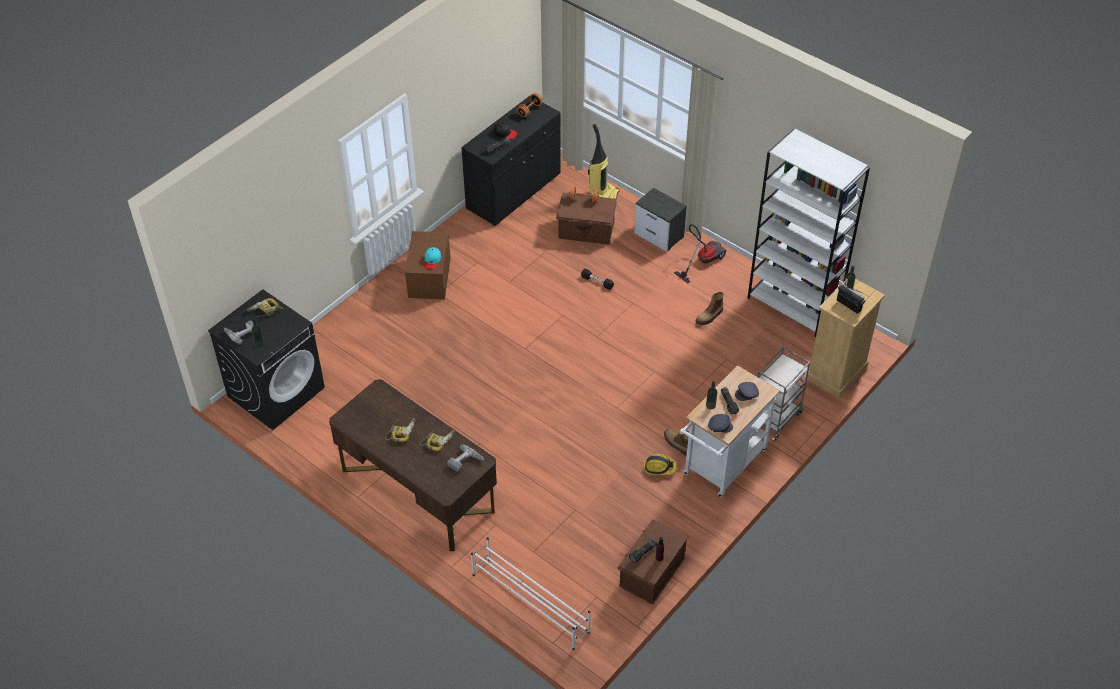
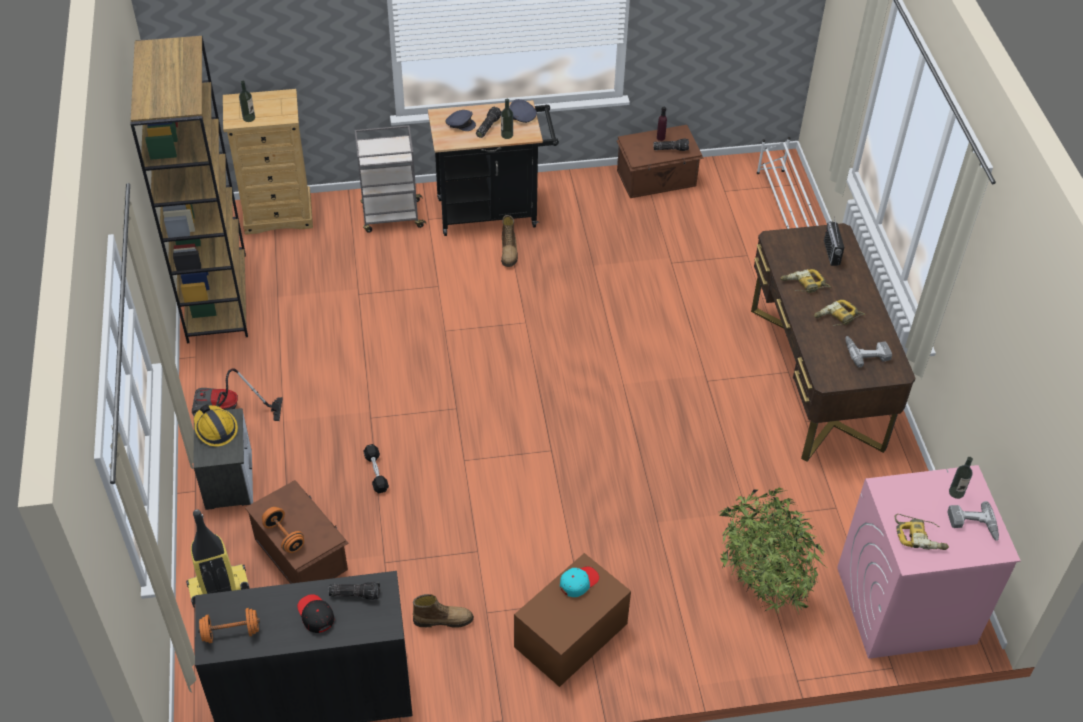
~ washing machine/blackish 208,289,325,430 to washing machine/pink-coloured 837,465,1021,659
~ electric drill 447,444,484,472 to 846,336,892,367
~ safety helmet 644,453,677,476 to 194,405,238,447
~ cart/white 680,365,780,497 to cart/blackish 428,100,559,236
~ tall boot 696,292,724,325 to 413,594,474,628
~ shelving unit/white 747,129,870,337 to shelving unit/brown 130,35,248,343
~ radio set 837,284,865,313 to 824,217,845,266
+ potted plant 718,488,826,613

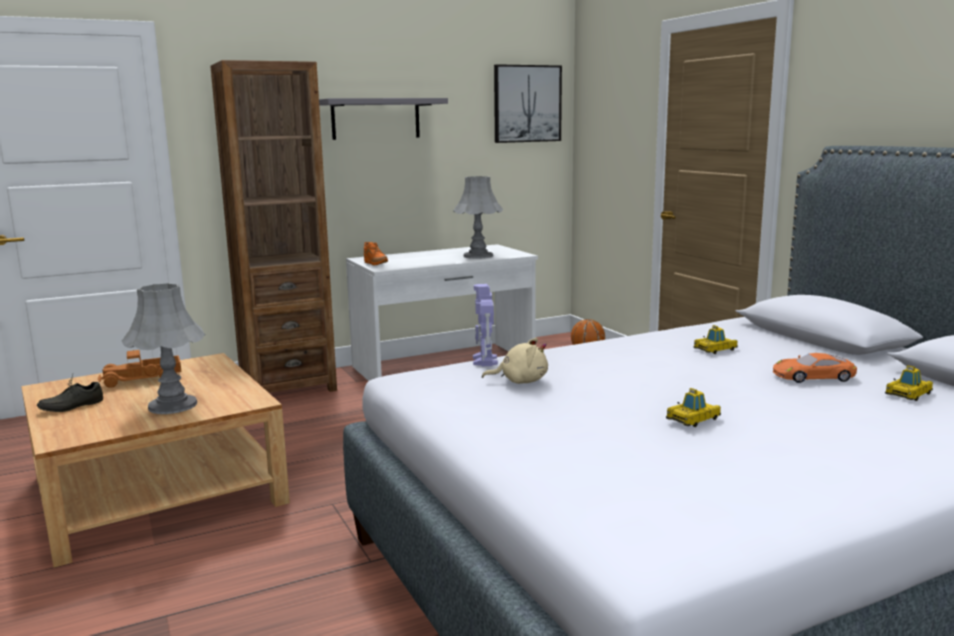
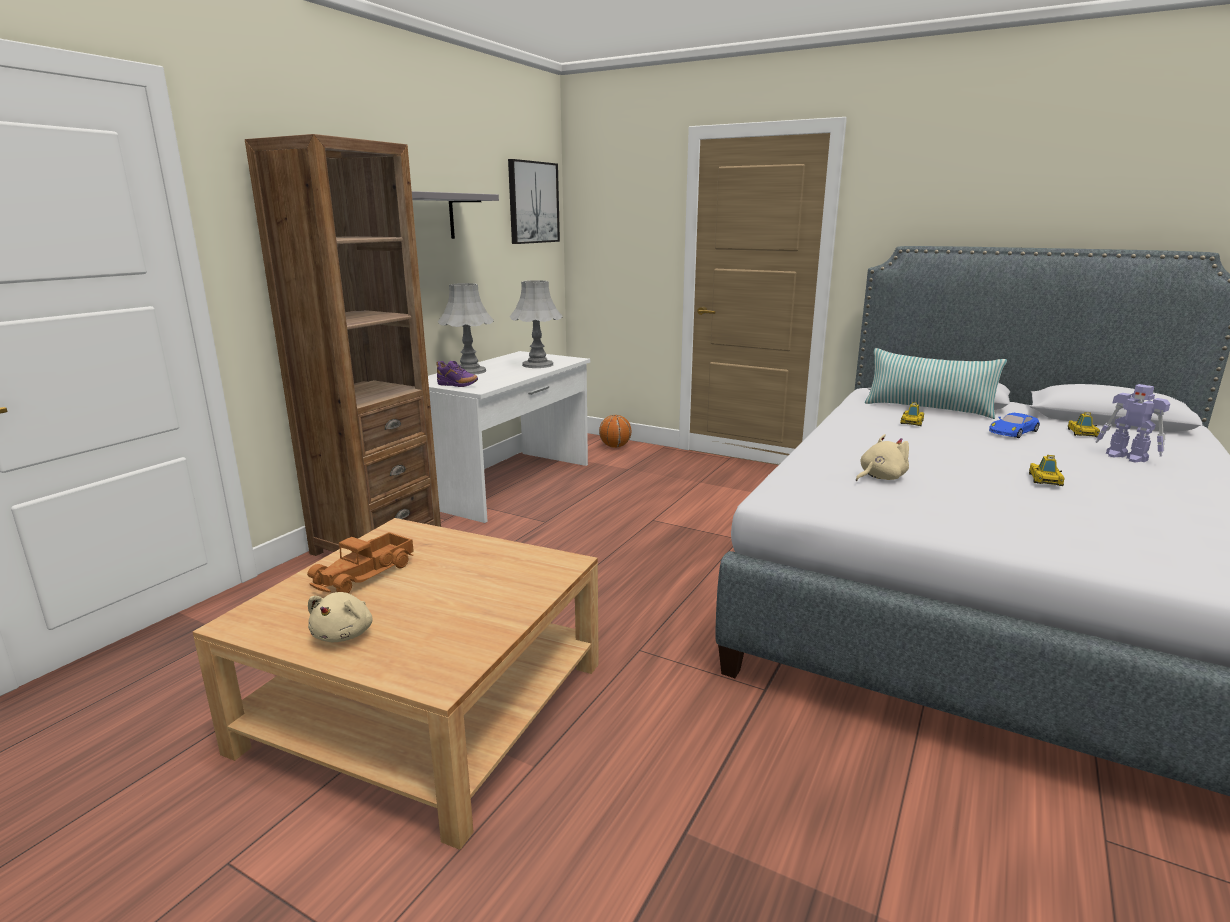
~ item of footwear/grey 37,375,103,412 to plush toy/beige 308,592,373,642
~ lamp for a table/grey 122,283,205,414 to 438,283,494,375
~ item of footwear/orangey 364,242,388,265 to item of footwear/purple-coloured 436,361,478,387
~ toy robot 473,284,498,366 to 1095,384,1170,462
~ toy car/orangey 773,353,857,383 to toy car/blue 989,413,1040,438
+ pillow 865,348,1007,419

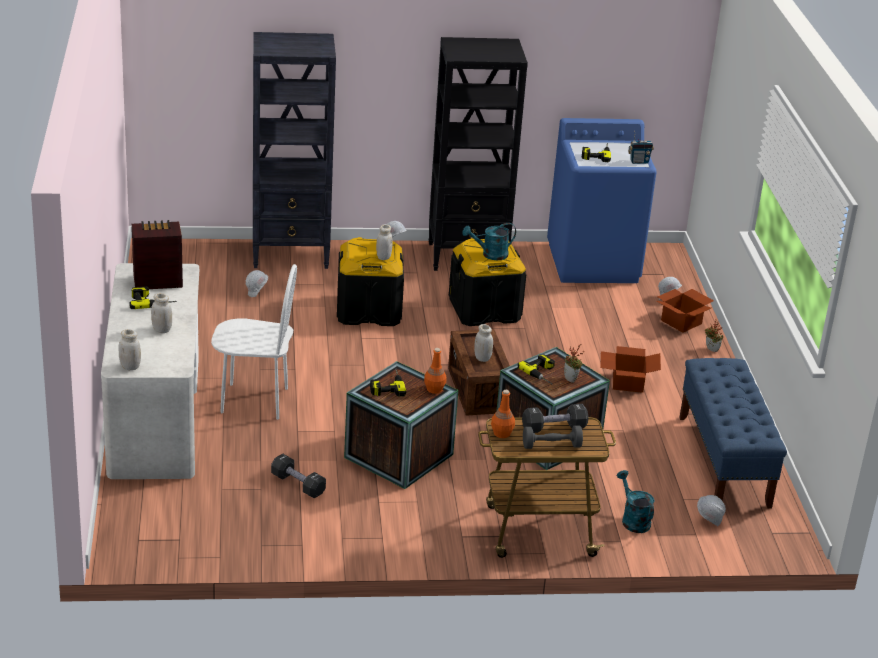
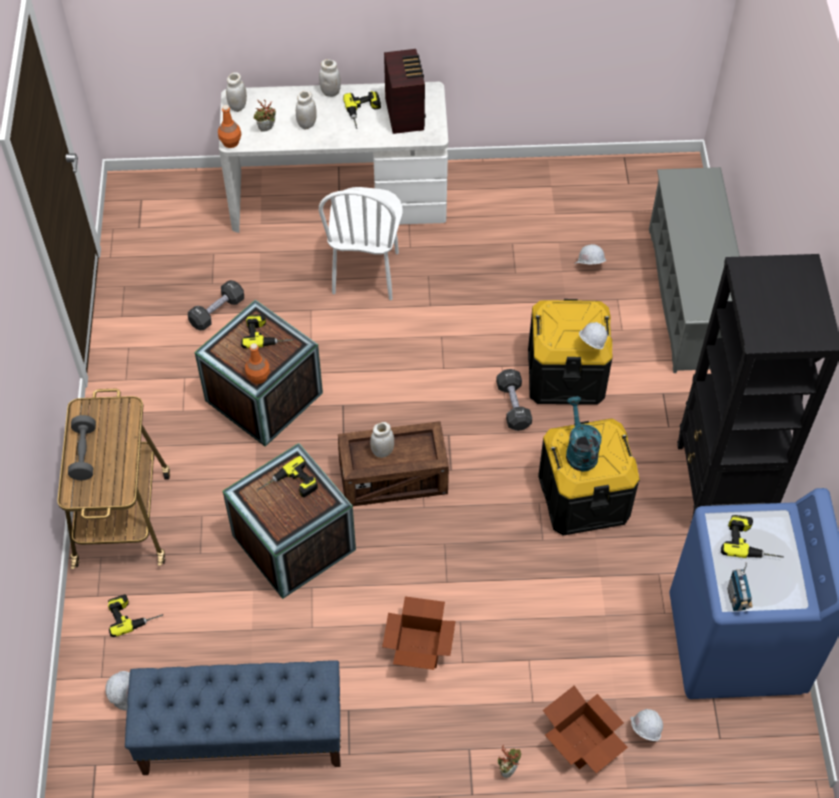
~ shelving unit/blackish 253,32,336,269 to shoe rack/grey 649,167,740,373
~ jar/white 376,224,392,260 to 319,59,341,97
~ beverage bottle/orangey 491,390,515,438 to 218,105,241,148
~ free weight/blackish 522,404,589,433 to 496,369,532,431
~ potted plant 564,344,584,382 to 254,100,276,132
~ sprinkling can/turquoise 617,470,655,533 to electric drill 108,594,163,637

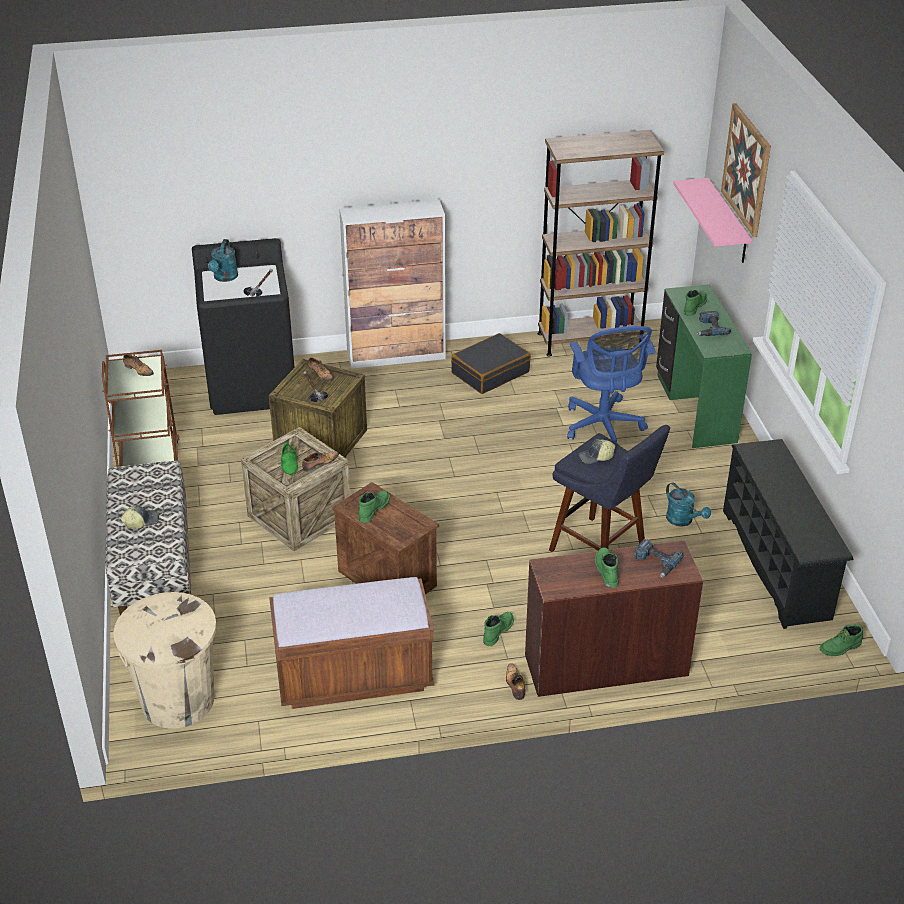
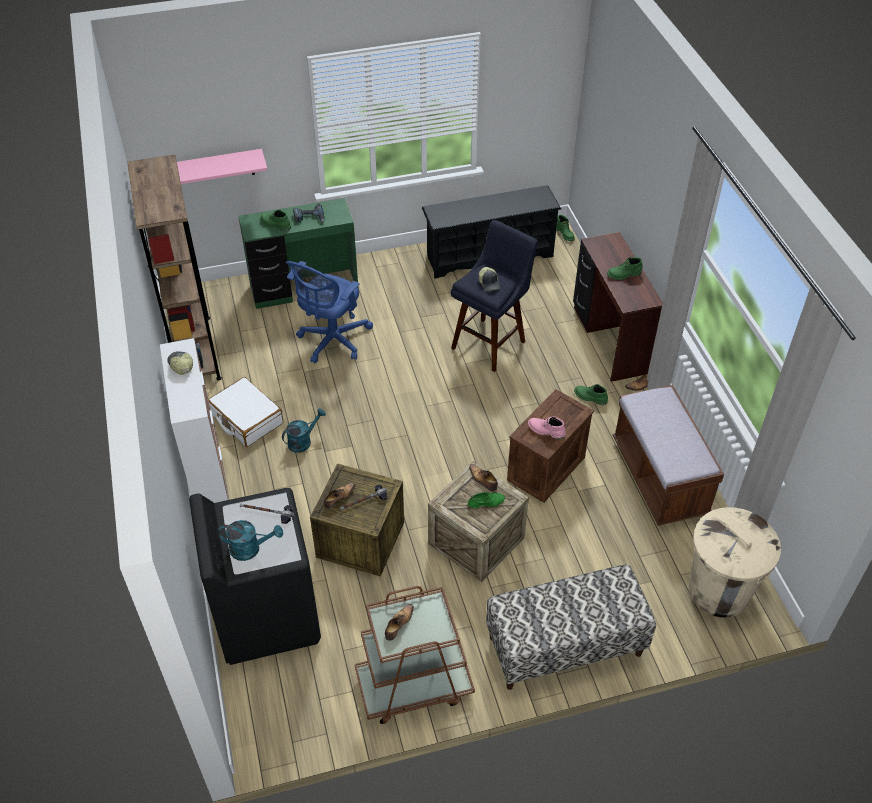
~ peaked cap 121,505,159,529 to 167,351,193,375
~ tall boot/green 358,490,390,523 to tall boot/pink-coloured 528,416,566,439
~ suitcase/blackish 451,333,531,394 to suitcase/white 209,377,283,447
~ desk chair/blue 567,326,656,445 = 286,261,373,363 135 degrees clockwise
- electric drill 633,539,683,578
~ sprinkling can/turquoise 666,482,711,527 to 282,408,326,453
- picture 721,103,771,237

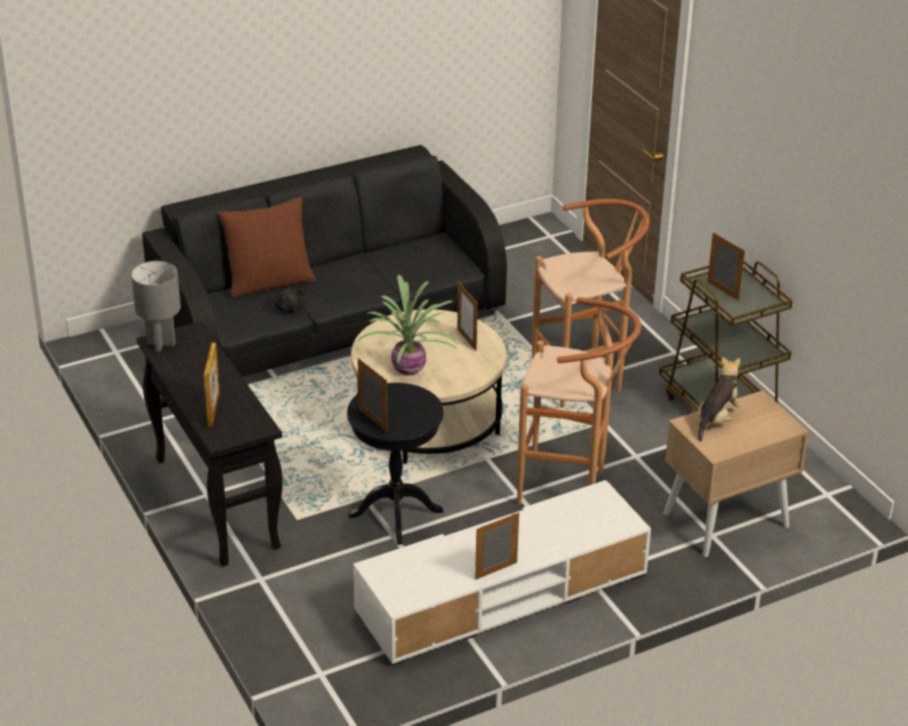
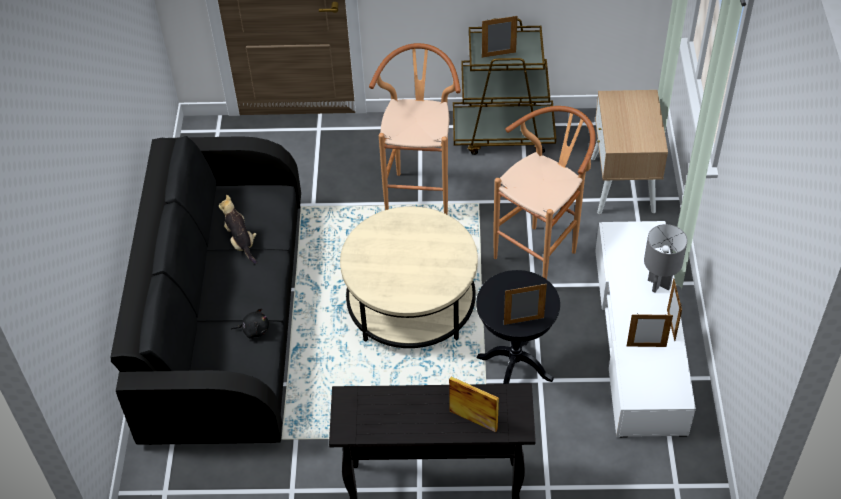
~ lamp for a table/grey 131,261,181,352 to 644,224,687,292
- pillow/brown 218,197,316,298
- potted plant 358,275,458,375
~ standing frame 457,281,478,351 to 627,314,673,347
~ plush toy 698,357,742,442 to 219,195,257,264

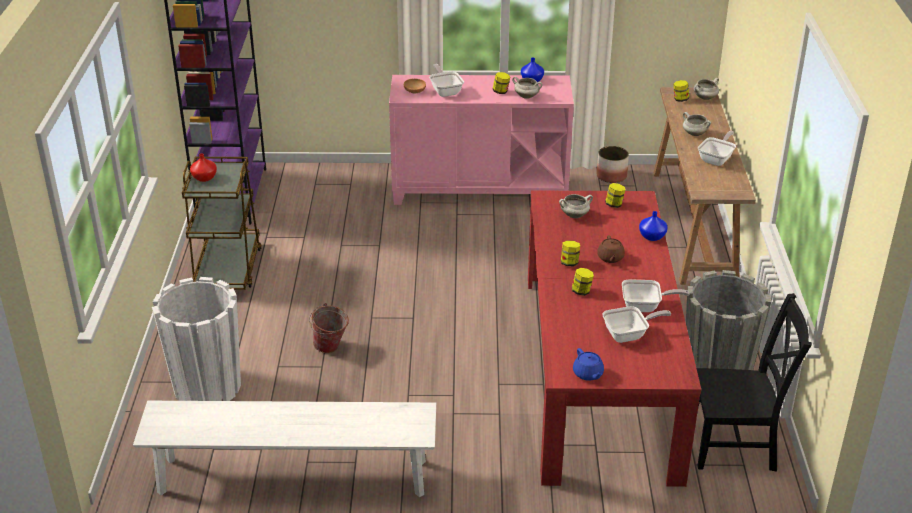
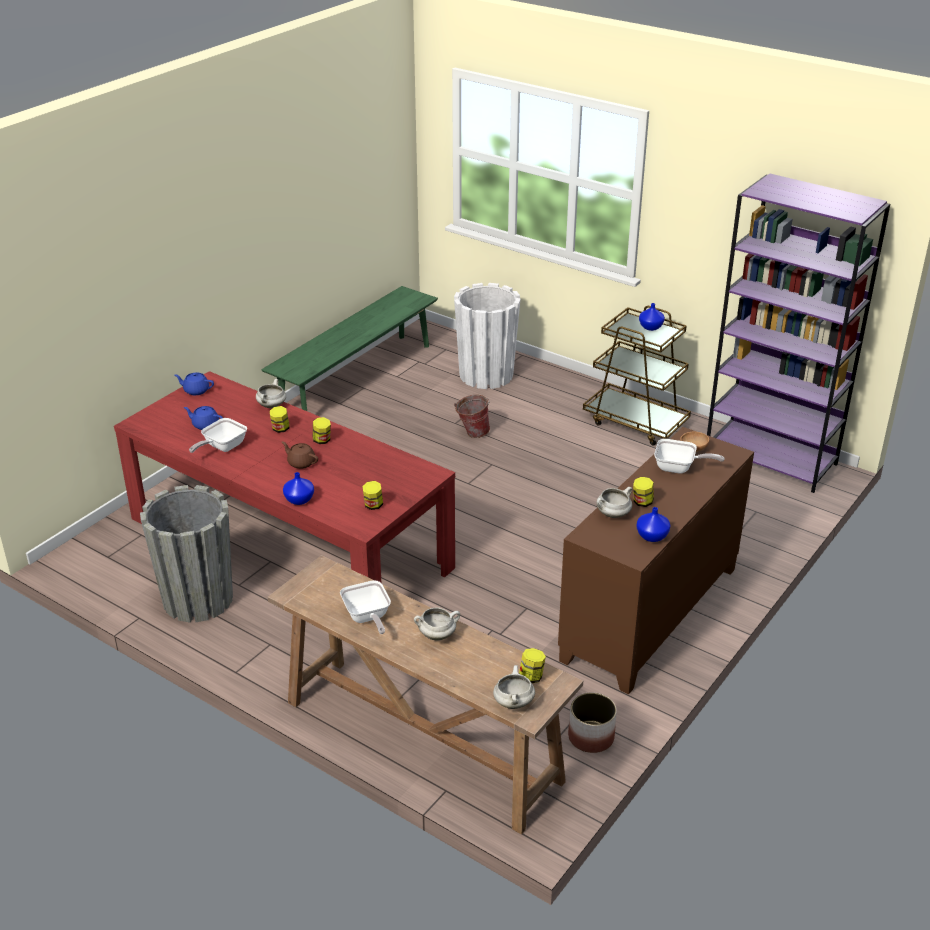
~ indoor bench/white 133,401,436,497 to indoor bench/green 261,286,438,411
~ flower vase/reddish 190,153,217,182 to flower vase/blue 639,303,665,331
~ storage cabinet/pink-coloured 389,75,574,205 to storage cabinet/brown 558,427,754,695
~ saucepot/white 559,194,593,218 to 256,379,286,408
~ frying pan 602,306,671,343 to tea pot/blue 184,406,223,430
- chair/blackish 696,293,812,472

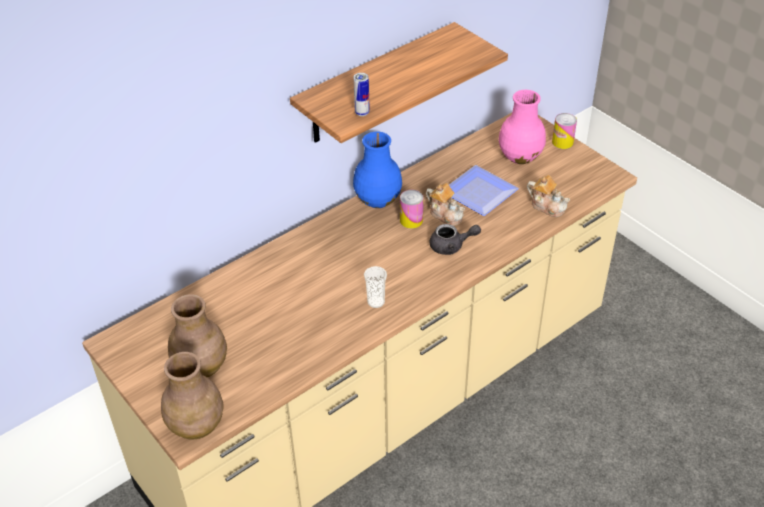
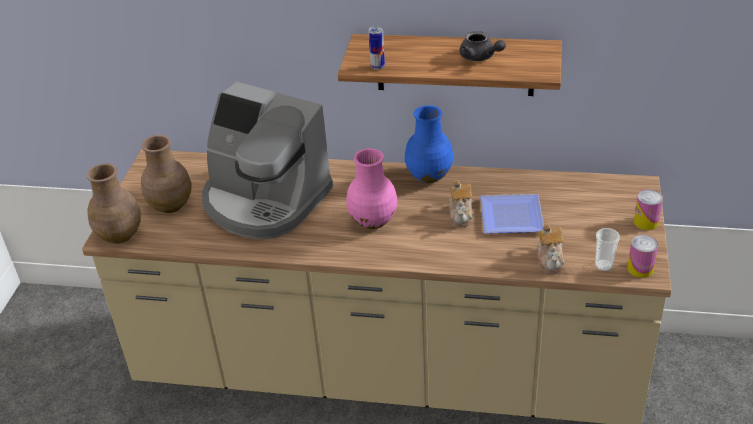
~ drinking cup 364,266,387,308 to 595,228,620,271
~ sealed can 400,190,424,229 to 627,235,658,278
~ tea pot/grey 430,224,481,255 to 460,31,506,61
~ flower vase/pink-coloured 499,90,546,164 to 346,148,398,229
+ coffee machine 202,82,333,239

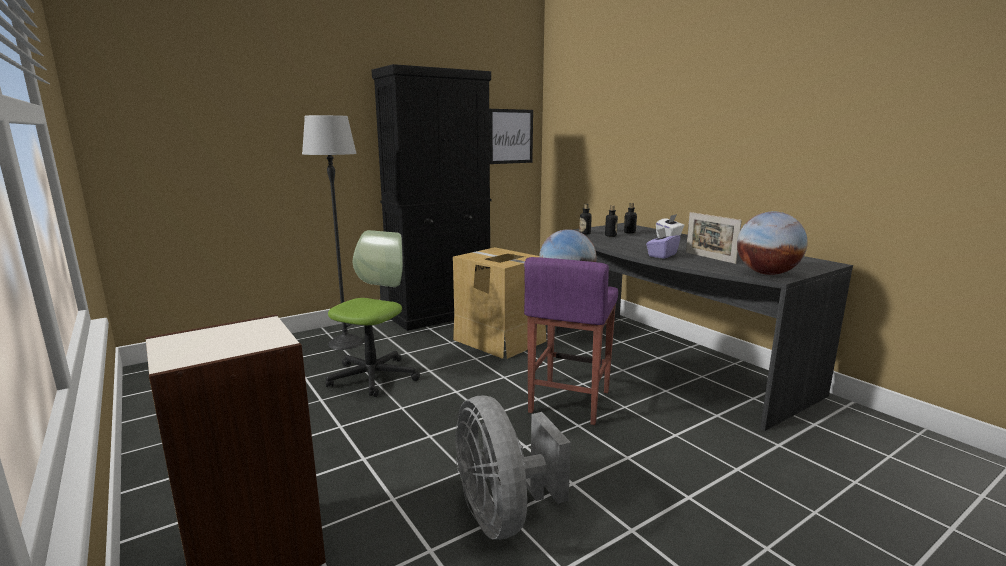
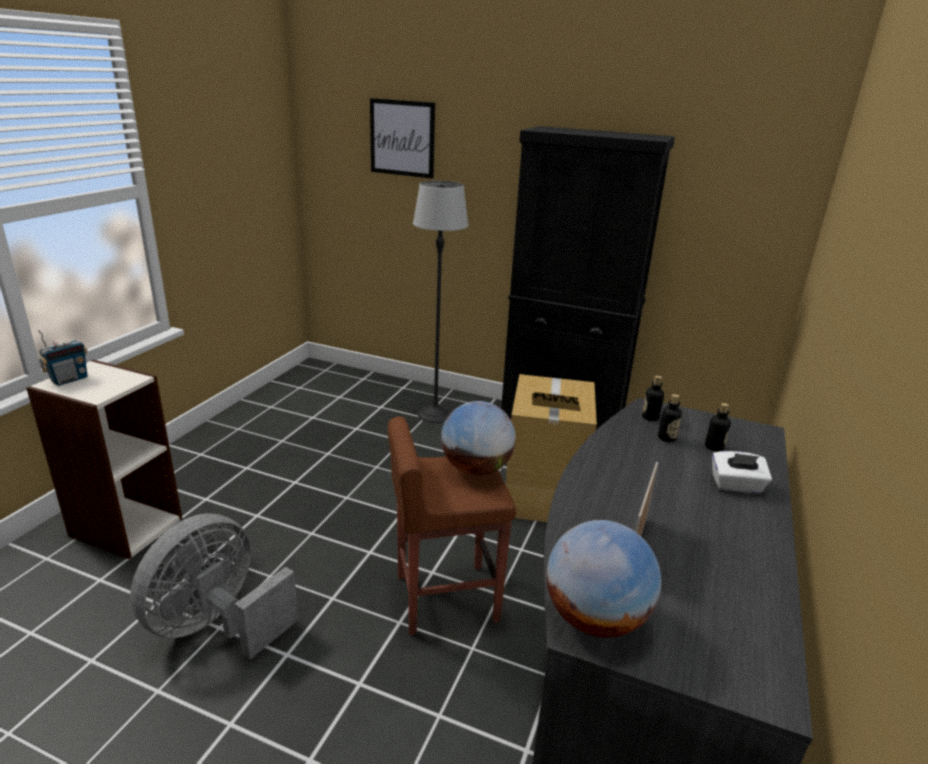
- desk chair 326,230,420,397
~ picture 489,109,533,164 to 370,98,435,179
~ stool/purple-coloured 524,257,618,425 to stool/brown 388,416,516,635
- tissue box/purple-coloured 646,227,680,259
+ radio set 38,330,88,386

